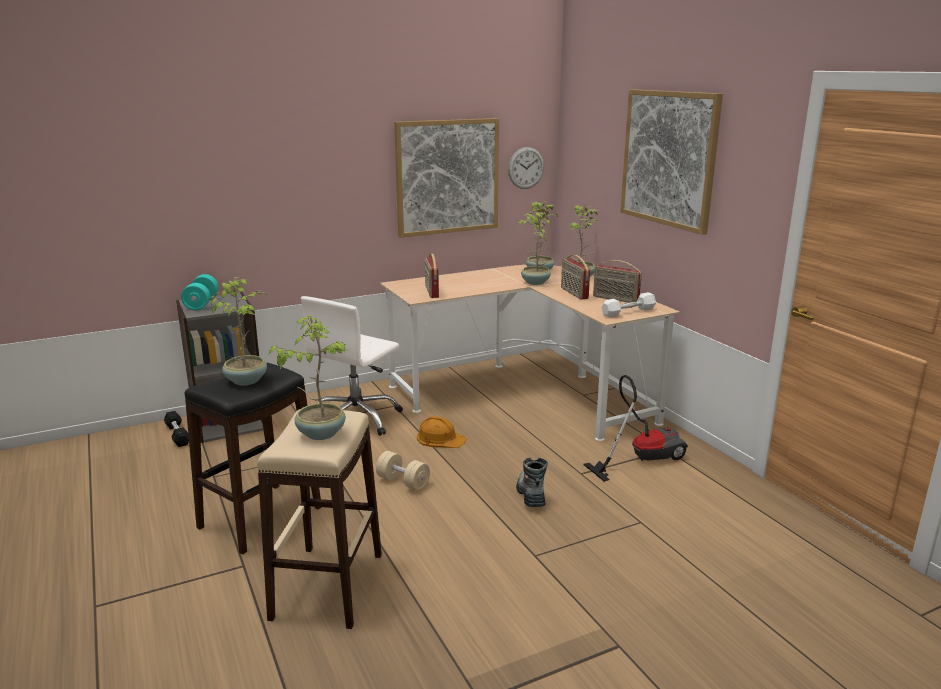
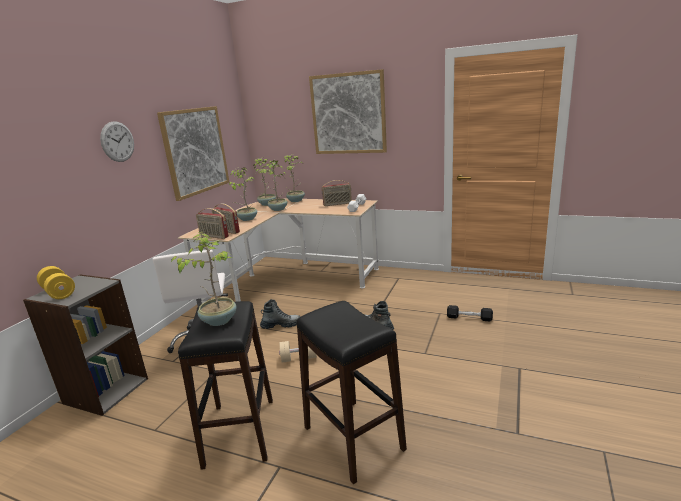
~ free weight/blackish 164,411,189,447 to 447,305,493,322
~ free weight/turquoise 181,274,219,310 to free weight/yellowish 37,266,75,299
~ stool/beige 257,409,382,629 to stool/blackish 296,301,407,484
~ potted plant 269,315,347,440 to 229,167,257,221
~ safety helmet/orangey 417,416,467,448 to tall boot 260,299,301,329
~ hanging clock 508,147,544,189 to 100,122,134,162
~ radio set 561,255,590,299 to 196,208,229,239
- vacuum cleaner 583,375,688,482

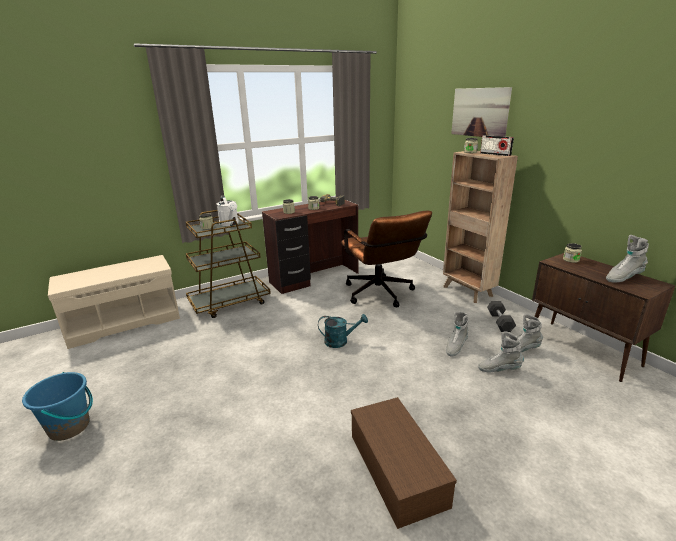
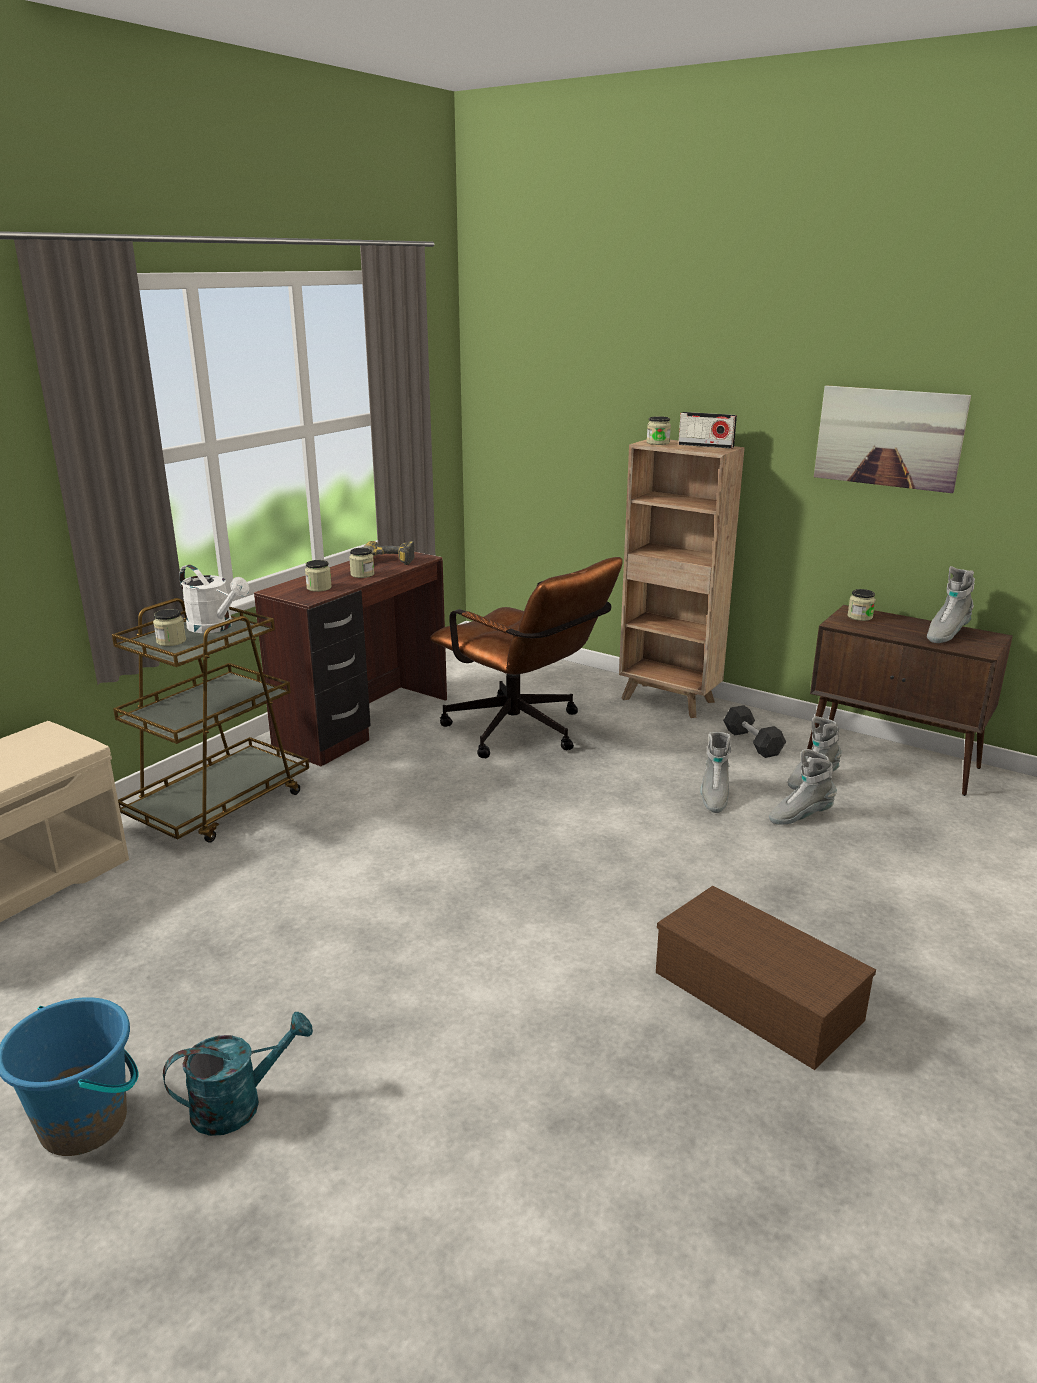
~ sprinkling can/turquoise 318,314,368,348 to 163,1012,313,1136
~ picture 451,87,512,137 to 814,385,971,493

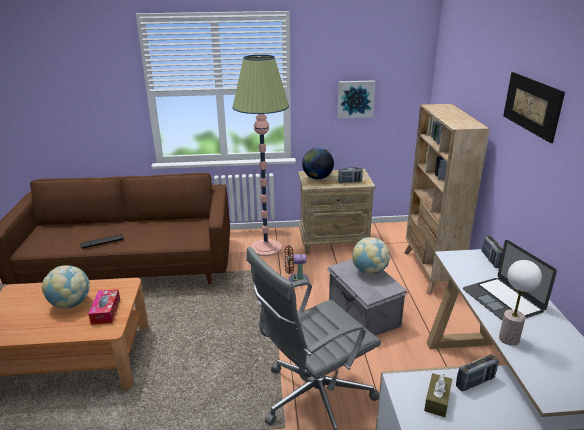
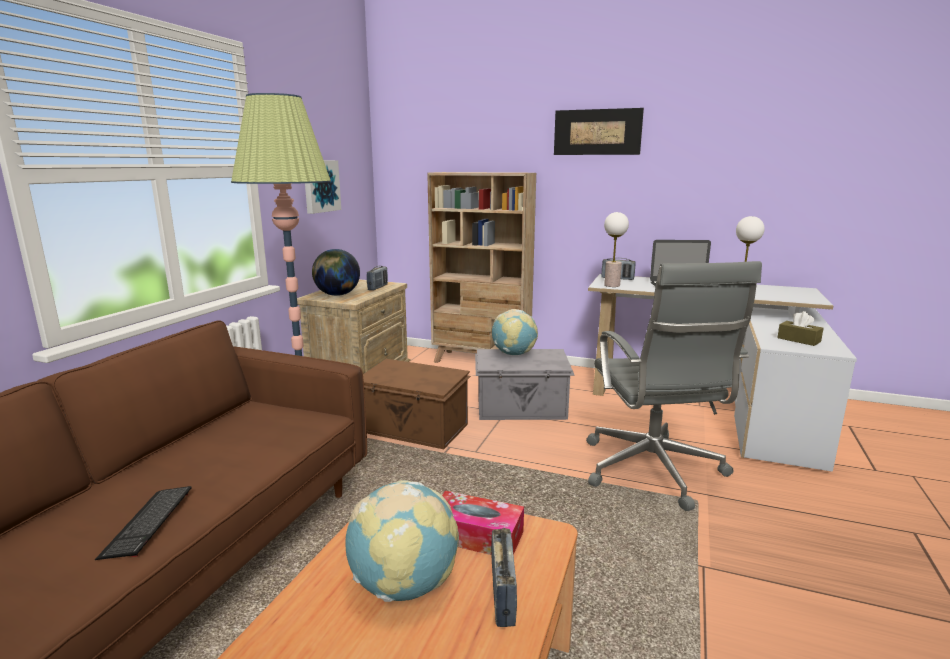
~ electric fan/brown 284,245,309,286 to storage box/brown 363,359,471,449
~ radio set 456,354,499,392 to 491,528,517,627
+ lamp for a table 604,212,629,287

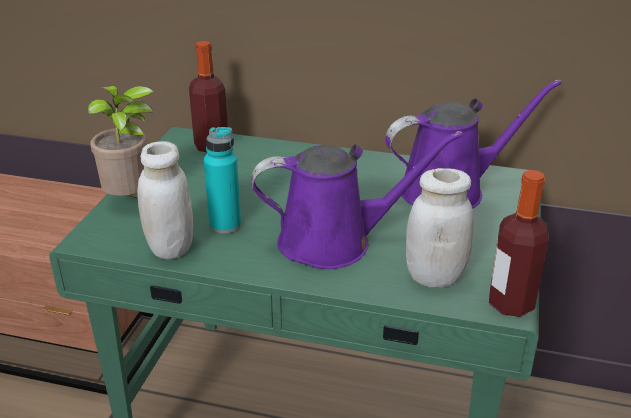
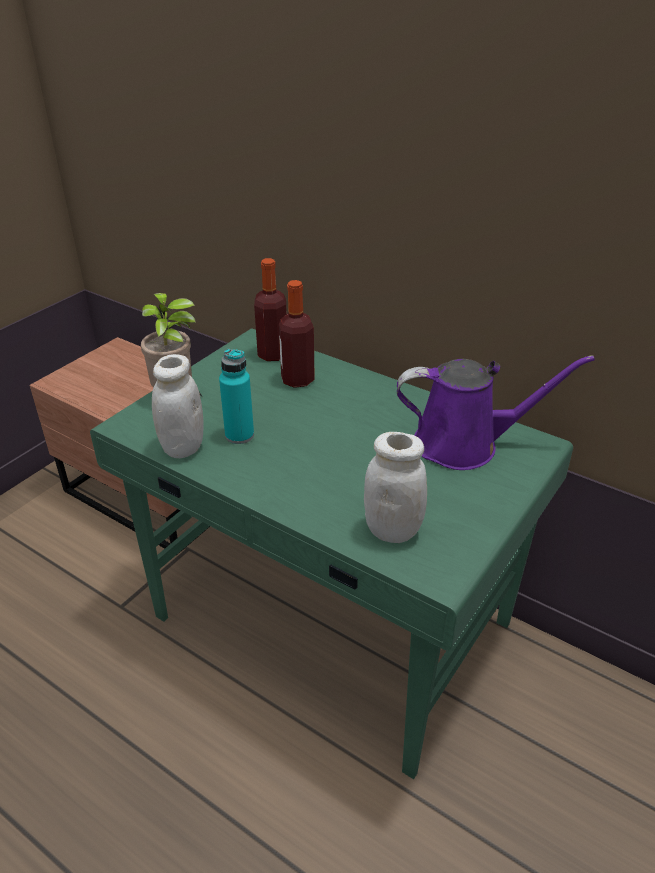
- sprinkling can/purple-coloured 252,131,463,269
~ beverage bottle 489,170,549,317 to 279,280,315,388

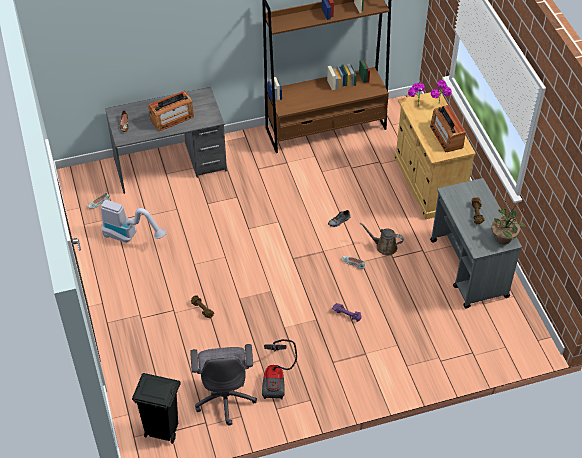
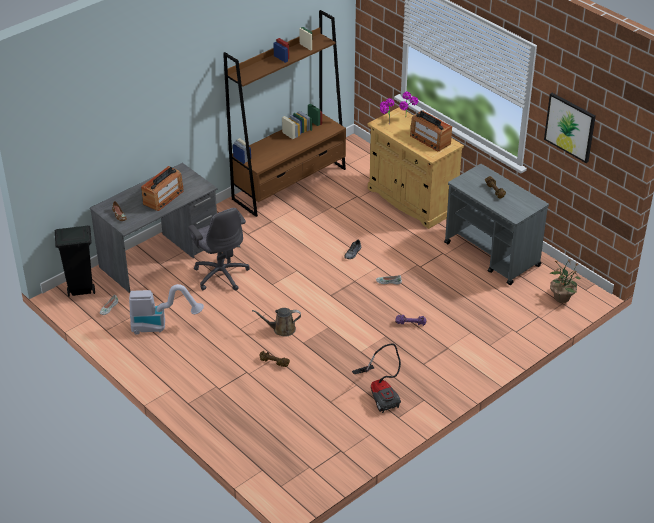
~ trash can/blackish 132,373,181,444 to 55,225,95,297
~ desk chair/grey 190,344,257,426 to 188,208,250,291
~ sprinkling can/brown 359,222,404,256 to 252,308,301,337
~ potted plant 491,199,526,244 to 550,259,581,303
+ picture 544,93,596,163

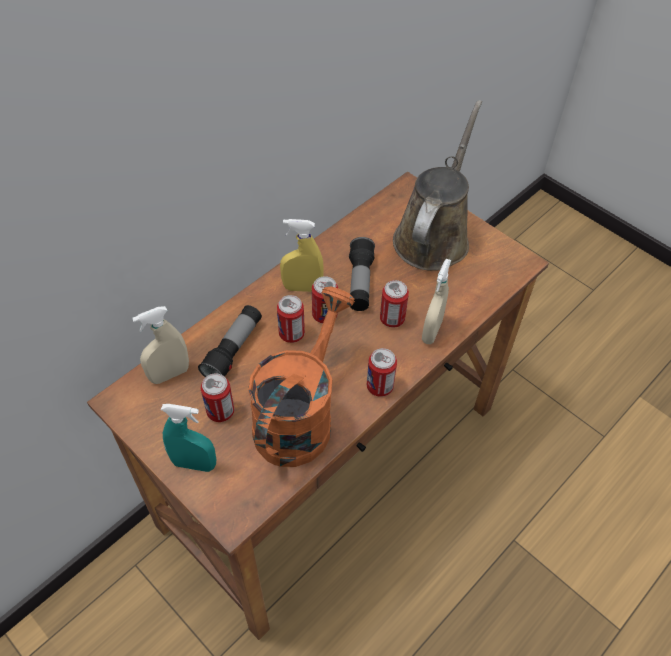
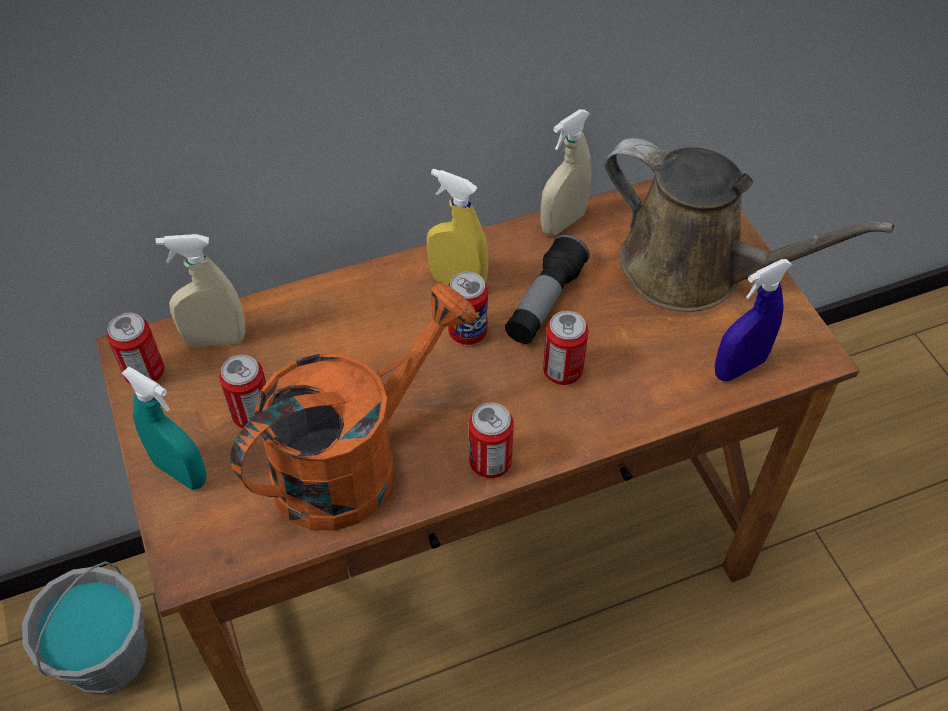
- torch 198,305,262,377
~ sealed can 277,295,305,343 to 107,313,164,384
~ sprinkling can/brown 393,100,482,271 = 604,138,894,312 75 degrees clockwise
~ hand sprayer/beige 422,259,451,344 to 541,109,592,236
+ water bucket/grey 22,561,147,694
+ hand sprayer/blue 715,259,792,381

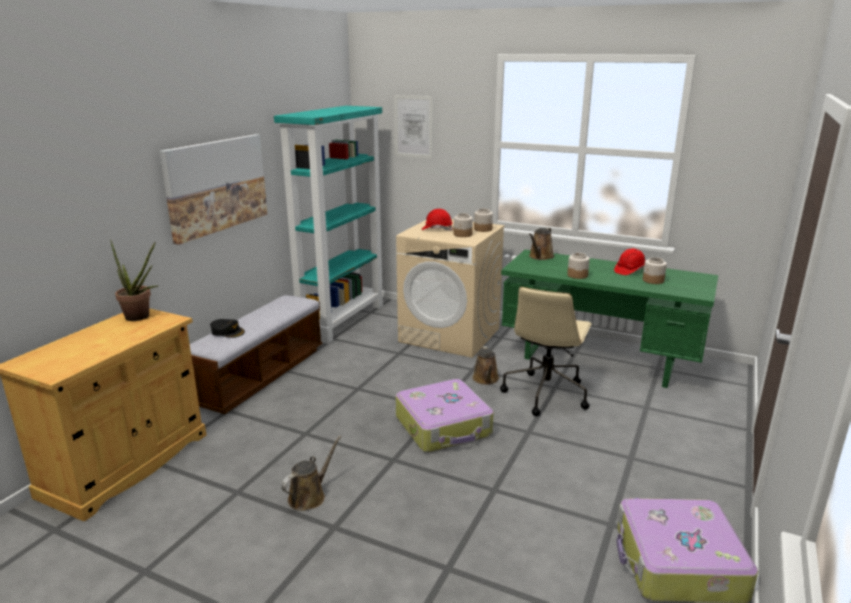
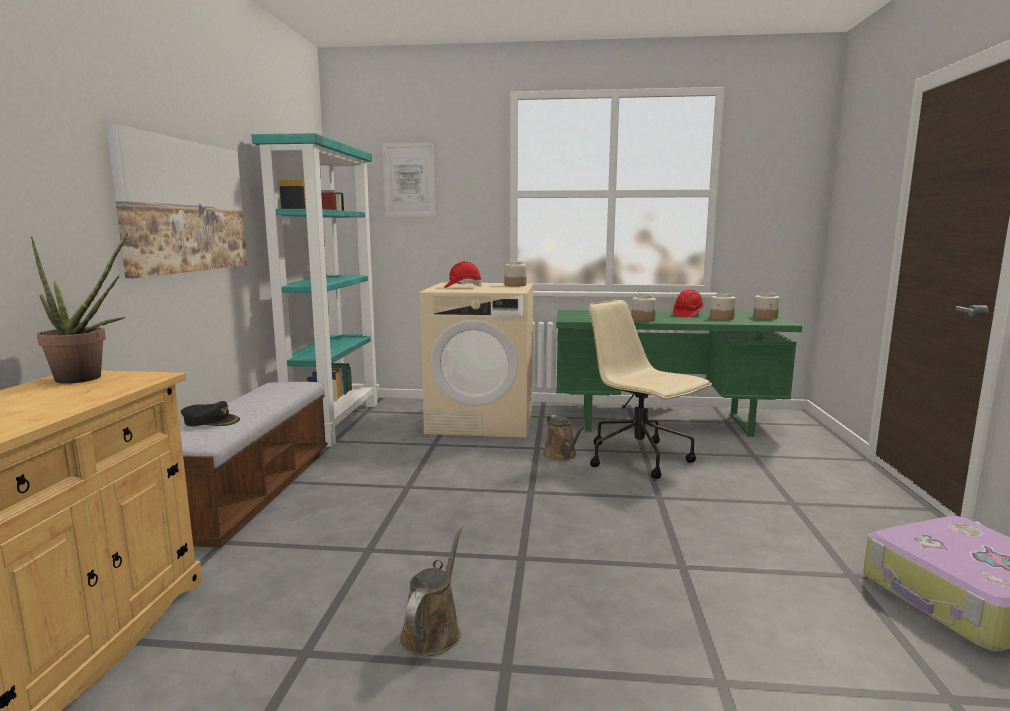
- suitcase 396,379,493,452
~ jar 454,213,473,237 to 753,292,780,320
~ desk chair/beige 500,287,592,416 = 589,300,712,479 135 degrees clockwise
- sprinkling can/brown 529,228,554,260

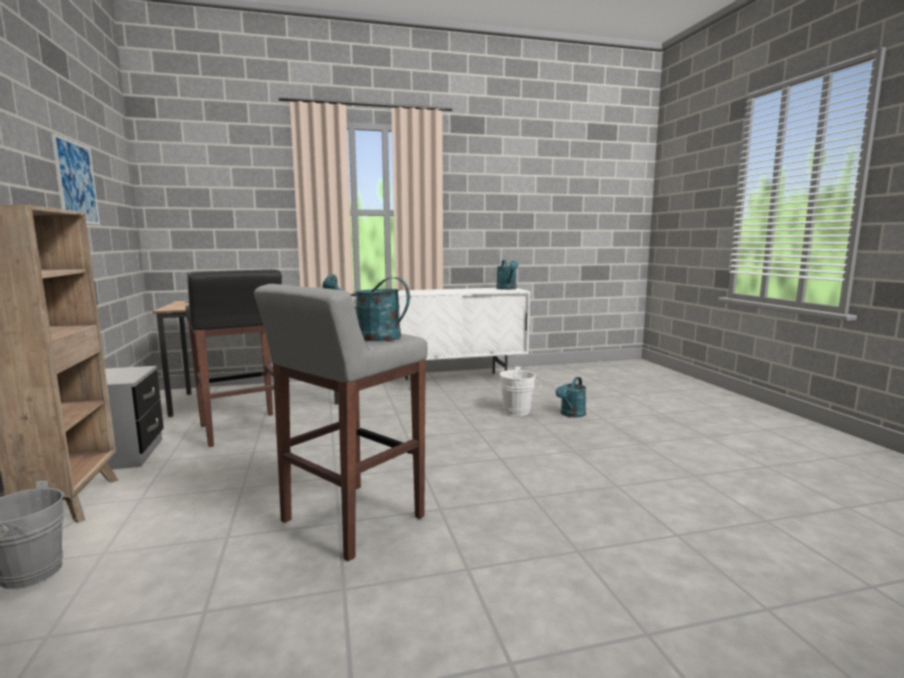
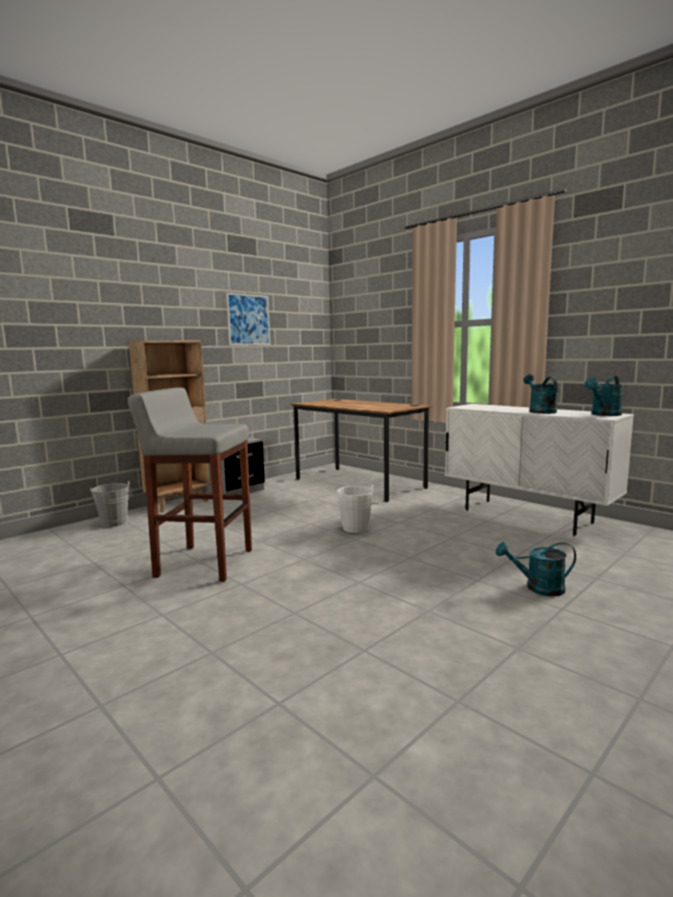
- stool/blackish 186,269,282,447
~ sprinkling can/turquoise 322,274,410,341 to 523,374,558,414
~ water bucket/white 500,366,542,416 to 336,485,377,533

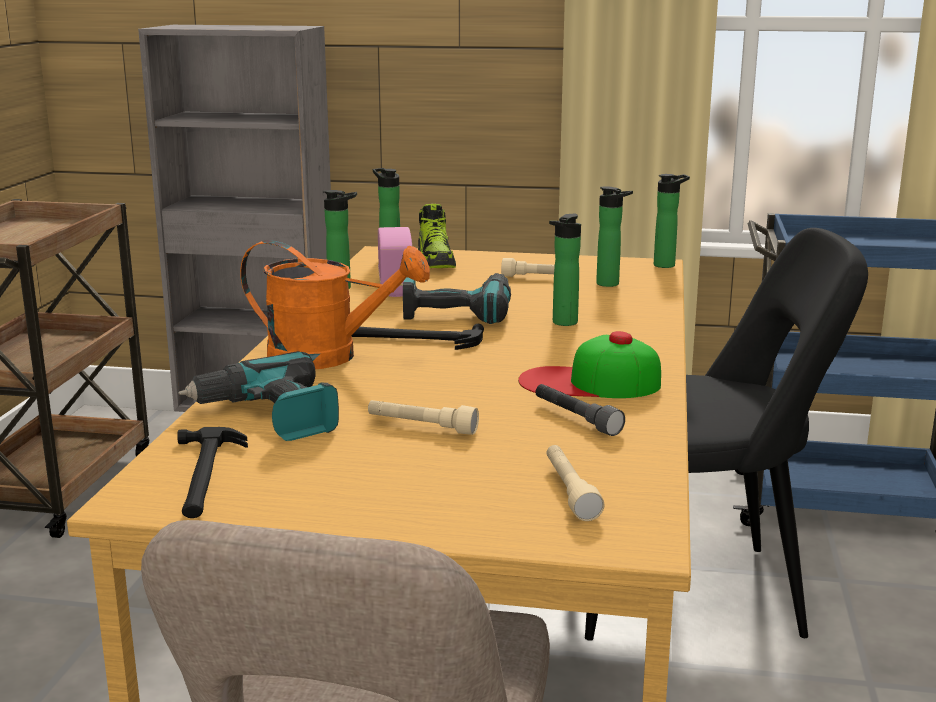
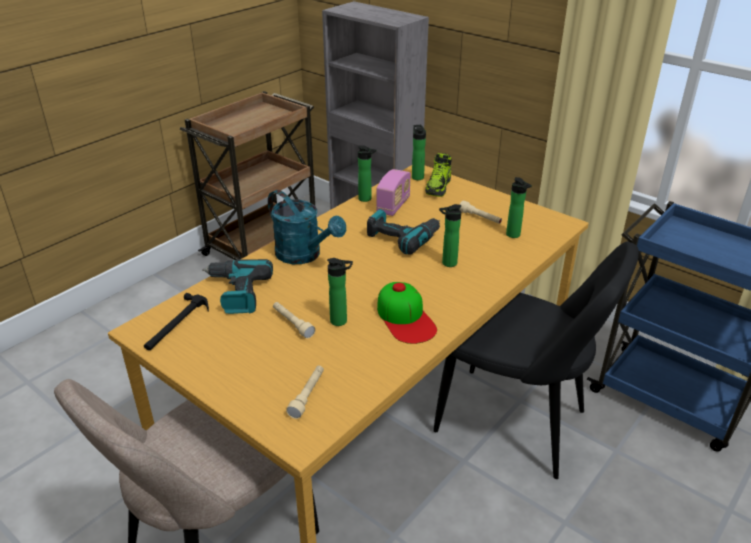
~ sprinkling can/orangey 240,240,430,369 to sprinkling can/turquoise 268,190,346,264
- hammer 352,323,484,350
~ peaked cap 518,331,661,398 = 377,282,437,344 150 degrees counterclockwise
- torch/grey 536,384,625,436
~ beverage bottle 654,174,690,268 to 327,258,353,326

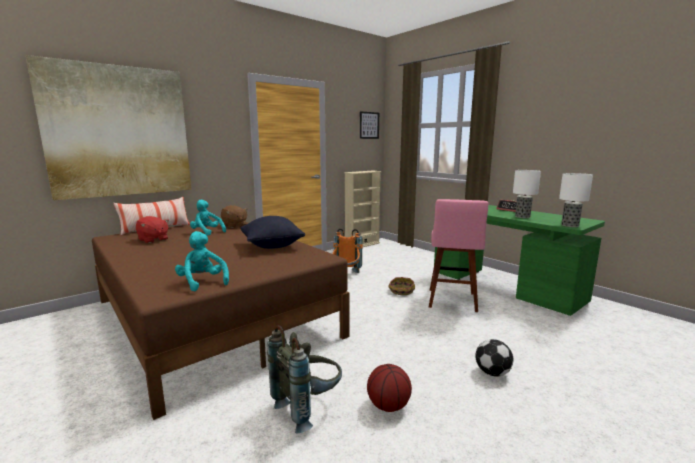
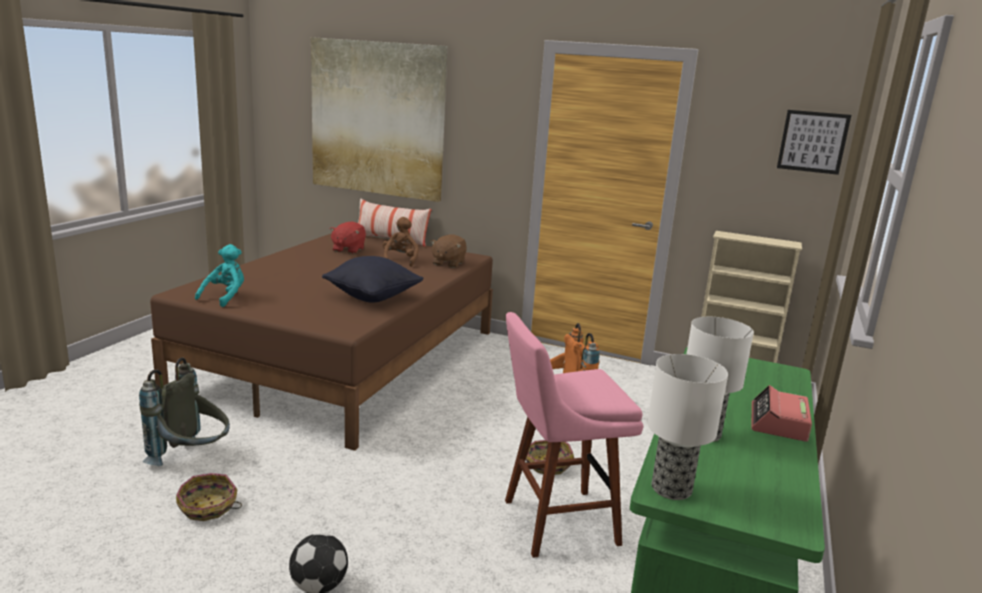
~ plush toy/turquoise 190,200,226,235 to plush toy/brown 383,217,419,267
~ basketball 367,364,412,412 to household basket 176,473,242,521

